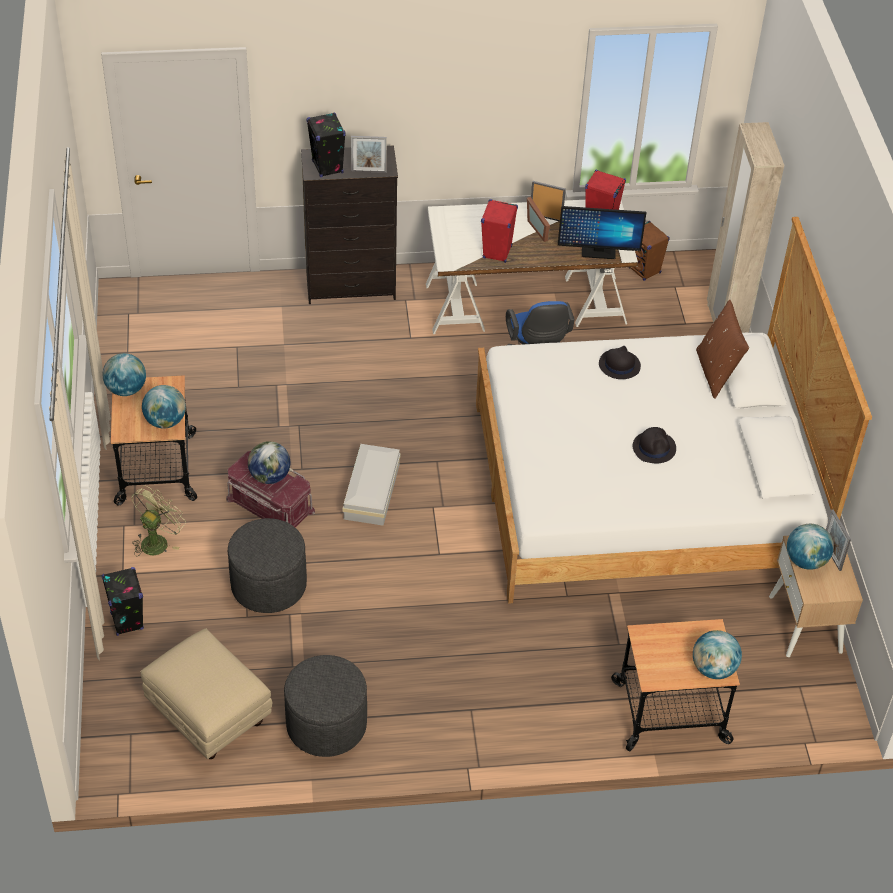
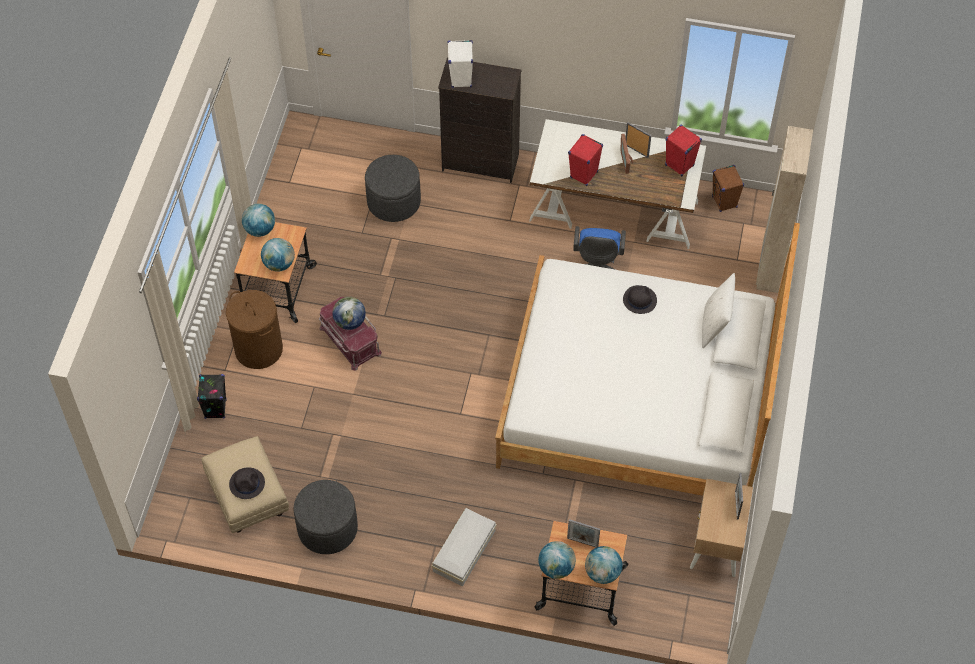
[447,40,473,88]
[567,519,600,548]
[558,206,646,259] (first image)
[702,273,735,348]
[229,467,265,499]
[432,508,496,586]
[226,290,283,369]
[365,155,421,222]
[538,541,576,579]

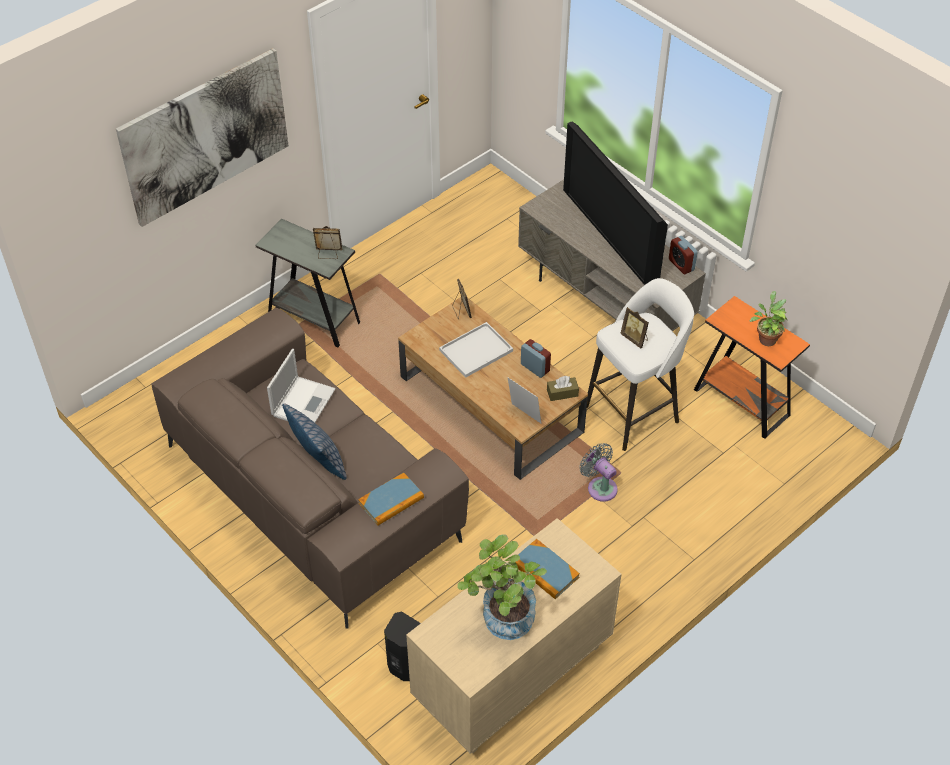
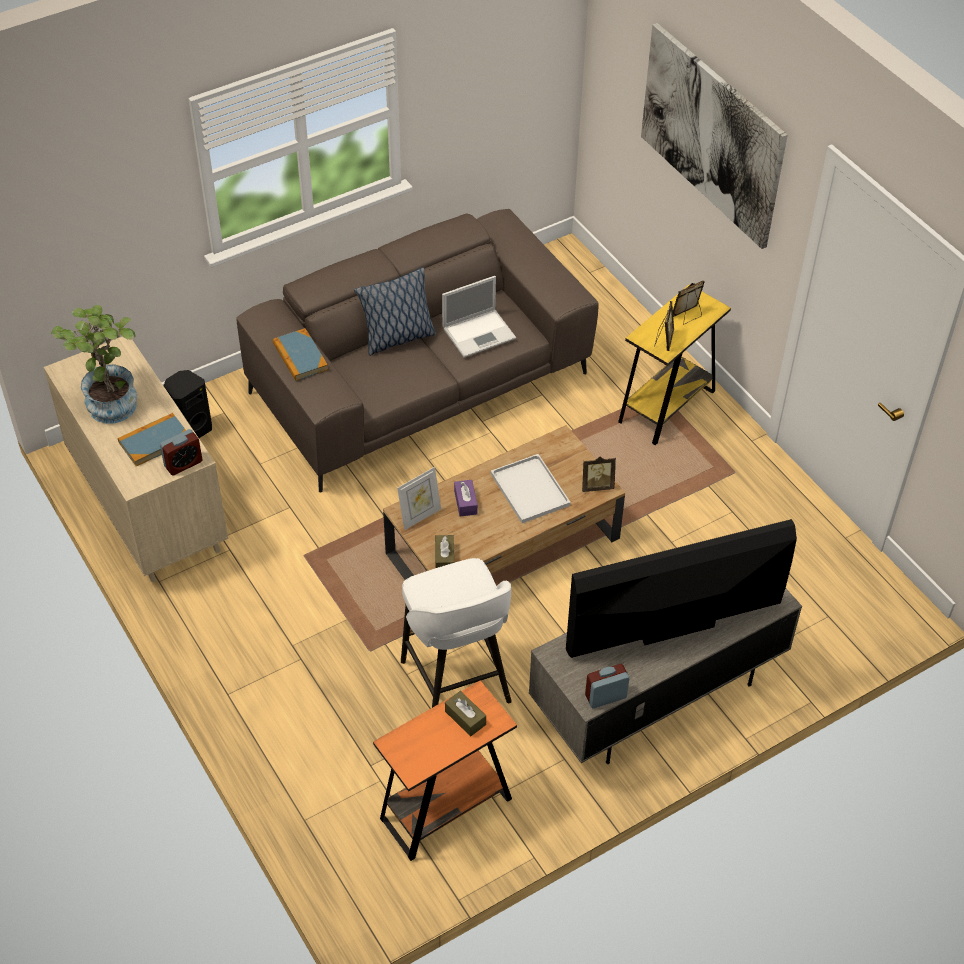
[618,284,731,445]
[750,291,788,346] (first image)
[673,280,704,324]
[160,429,203,476]
[442,276,516,358]
[579,443,618,502] (first image)
[454,480,478,517]
[445,691,486,736]

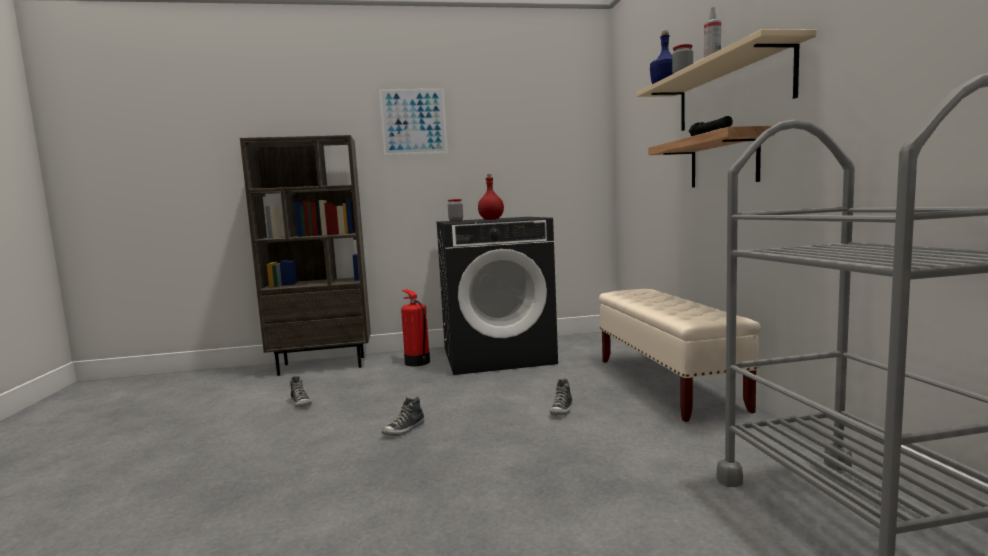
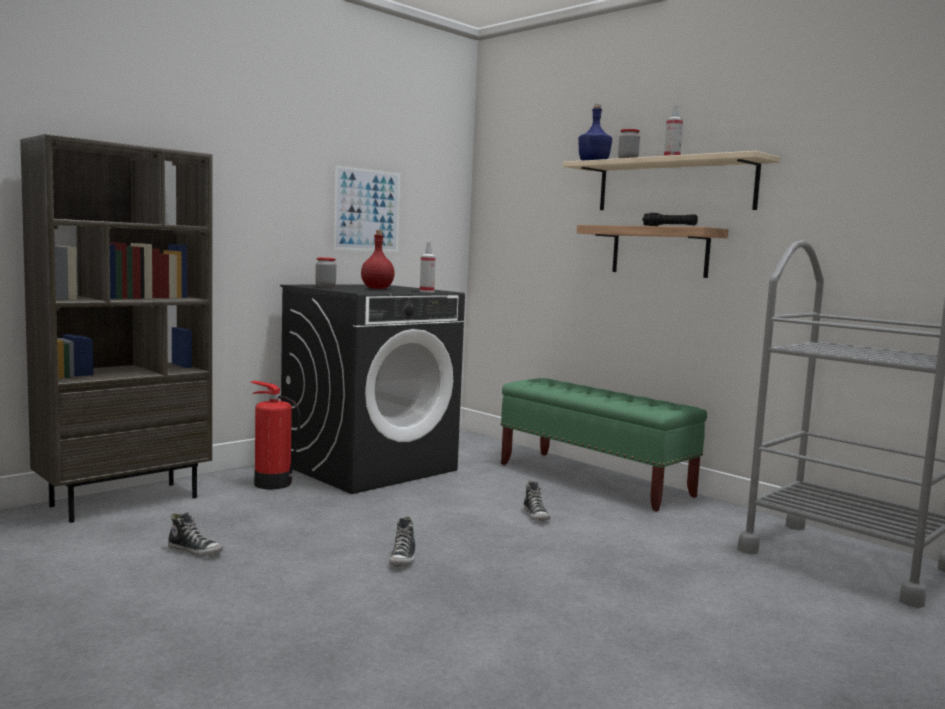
[333,165,400,252]
[501,378,707,512]
[420,242,436,292]

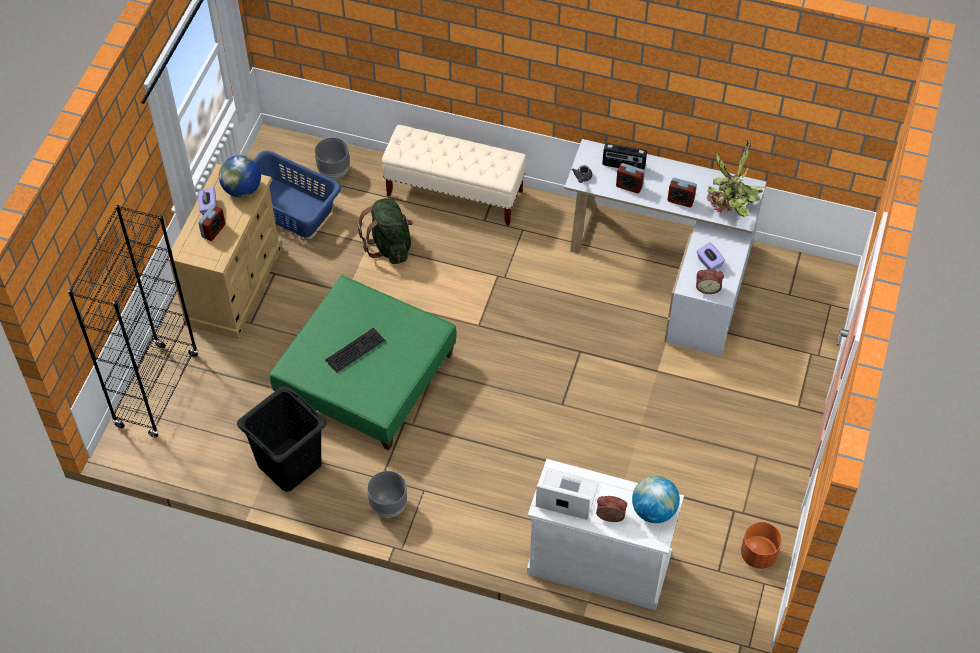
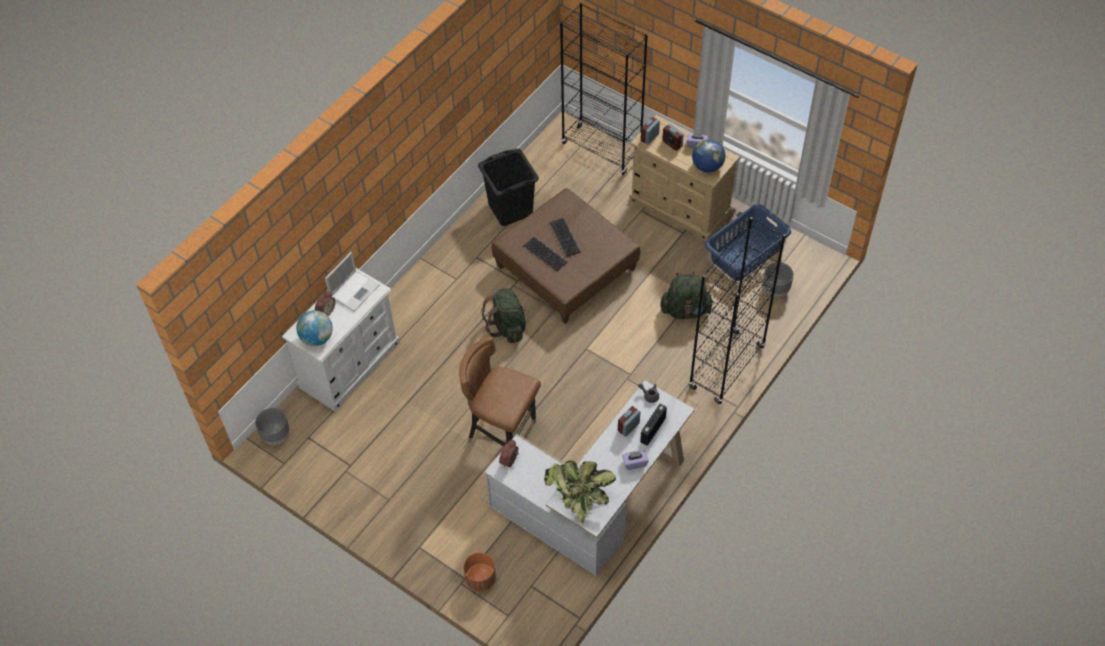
[689,217,786,404]
[641,117,660,145]
[622,450,649,470]
[492,188,640,324]
[255,408,289,445]
[463,553,496,591]
[523,237,568,271]
[481,288,528,343]
[459,337,541,447]

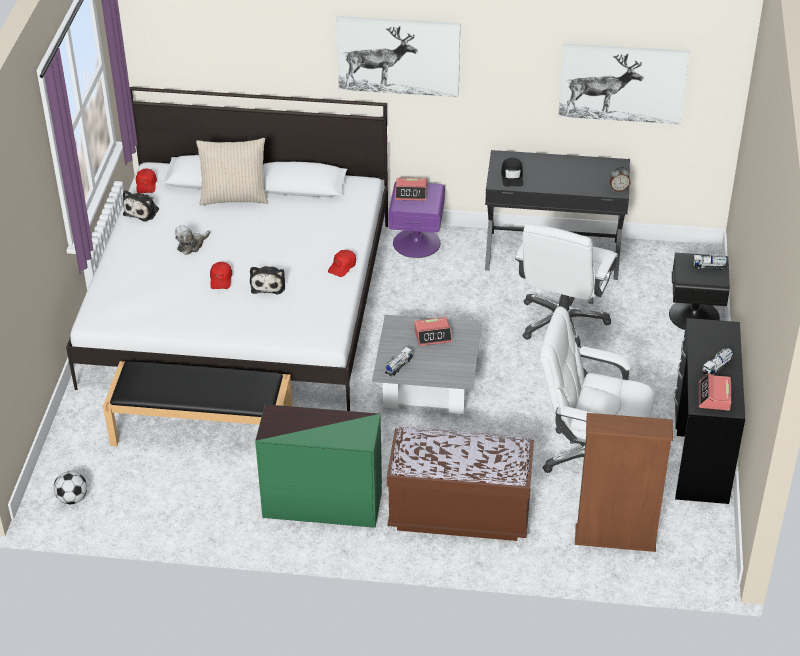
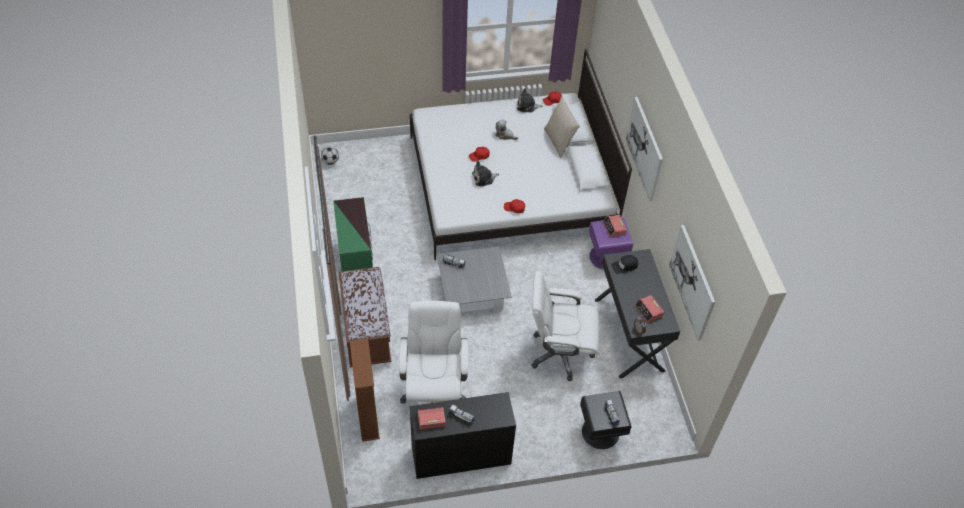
[634,295,664,323]
[103,361,293,446] (first image)

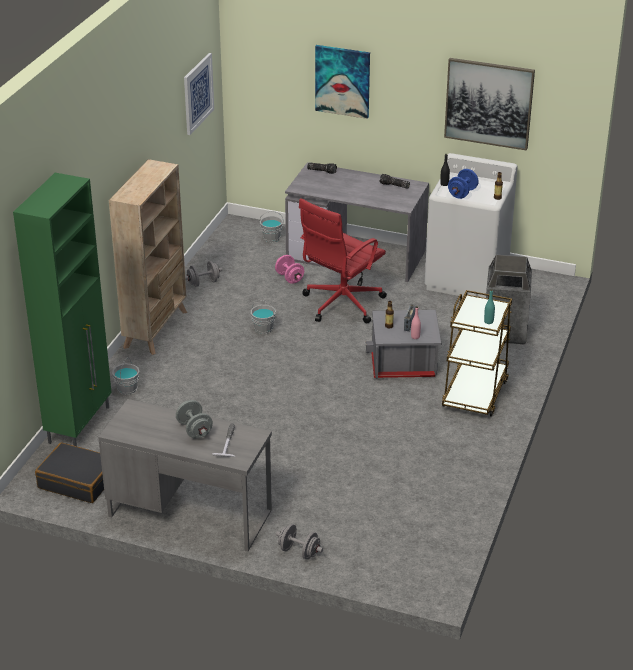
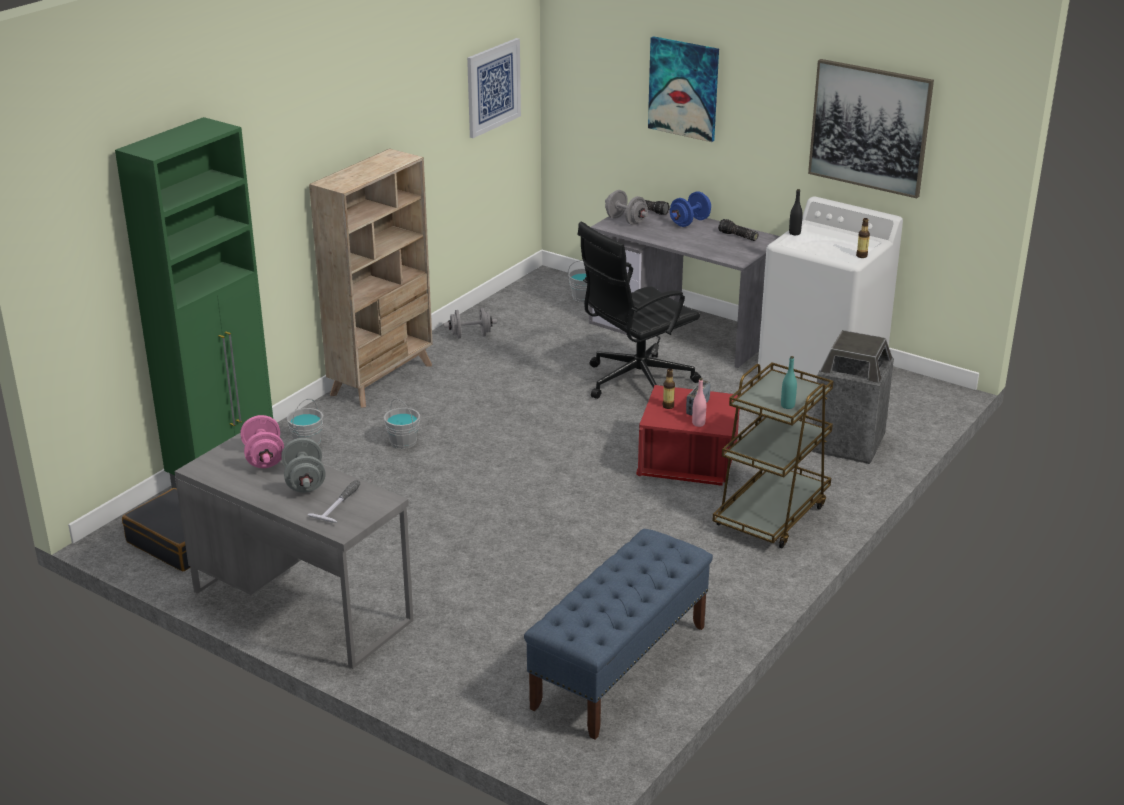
[670,191,711,227]
[578,222,701,399]
[240,415,284,468]
[384,399,420,449]
[636,385,740,486]
[605,190,648,225]
[524,529,713,740]

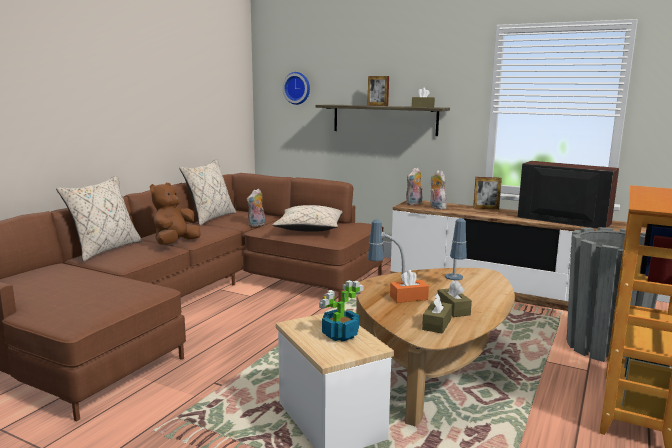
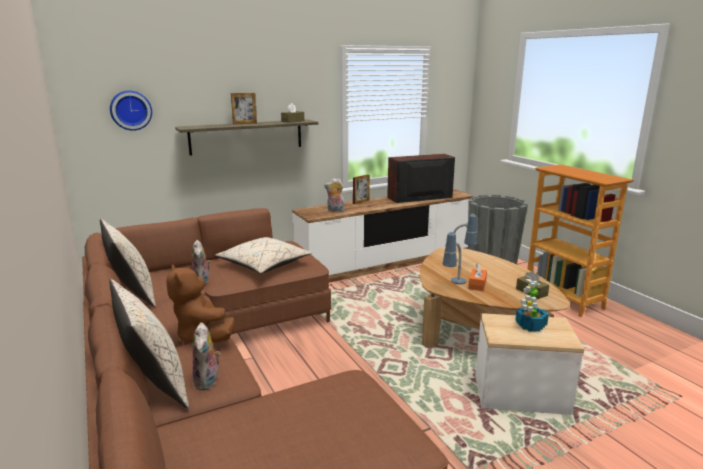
[192,322,221,390]
[438,280,472,317] (first image)

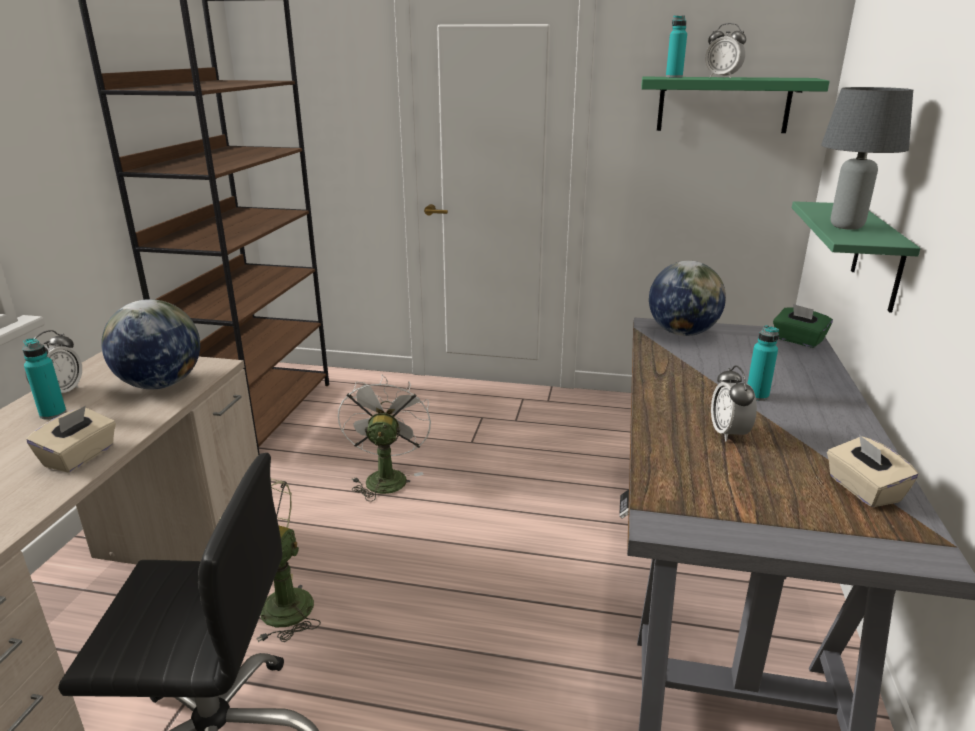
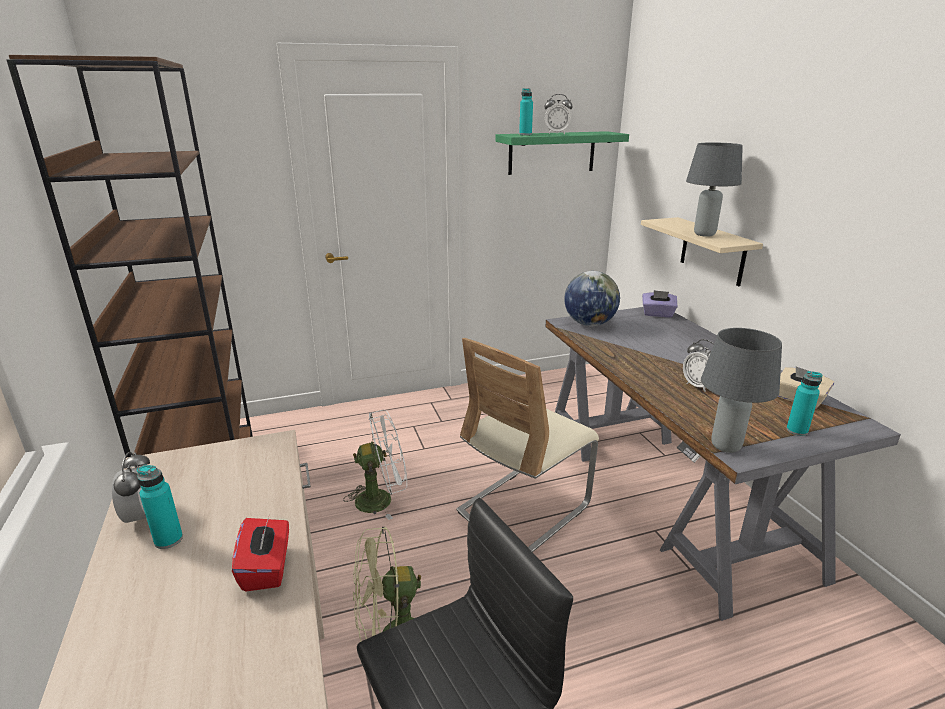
[641,217,763,286]
[101,299,200,389] (first image)
[642,290,678,318]
[786,371,823,436]
[343,410,407,520]
[232,517,289,592]
[701,328,782,453]
[457,338,599,552]

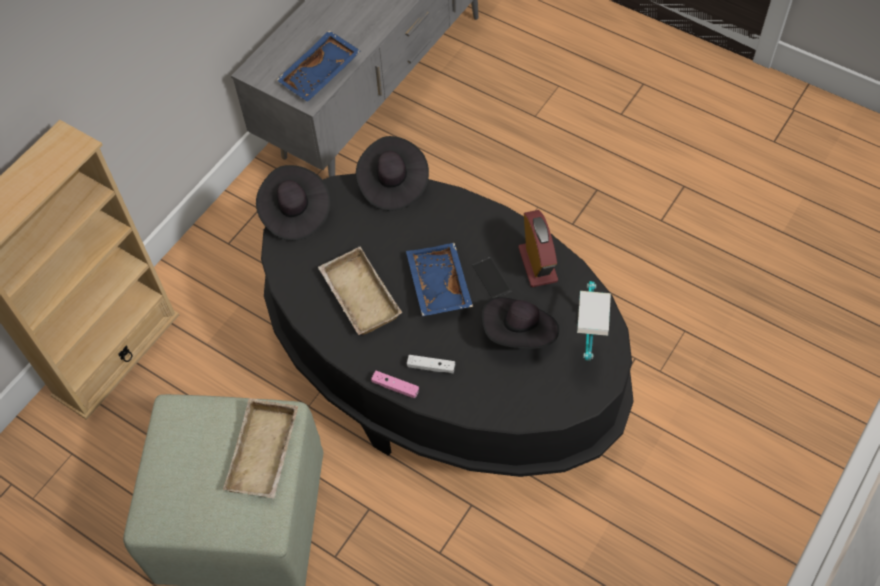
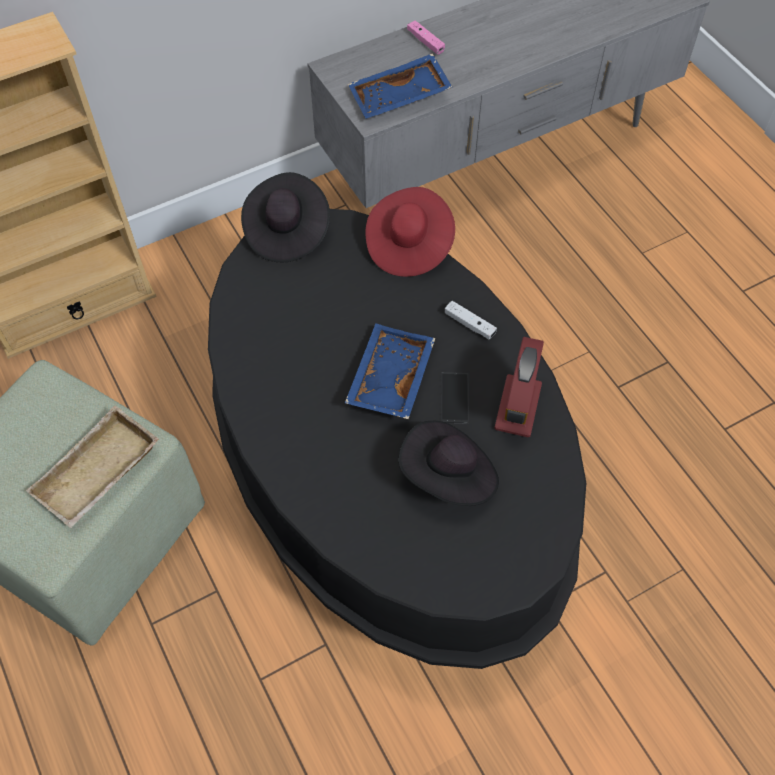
[366,187,455,277]
[318,247,402,335] (first image)
[577,281,611,361] (first image)
[445,301,497,340]
[407,20,445,55]

